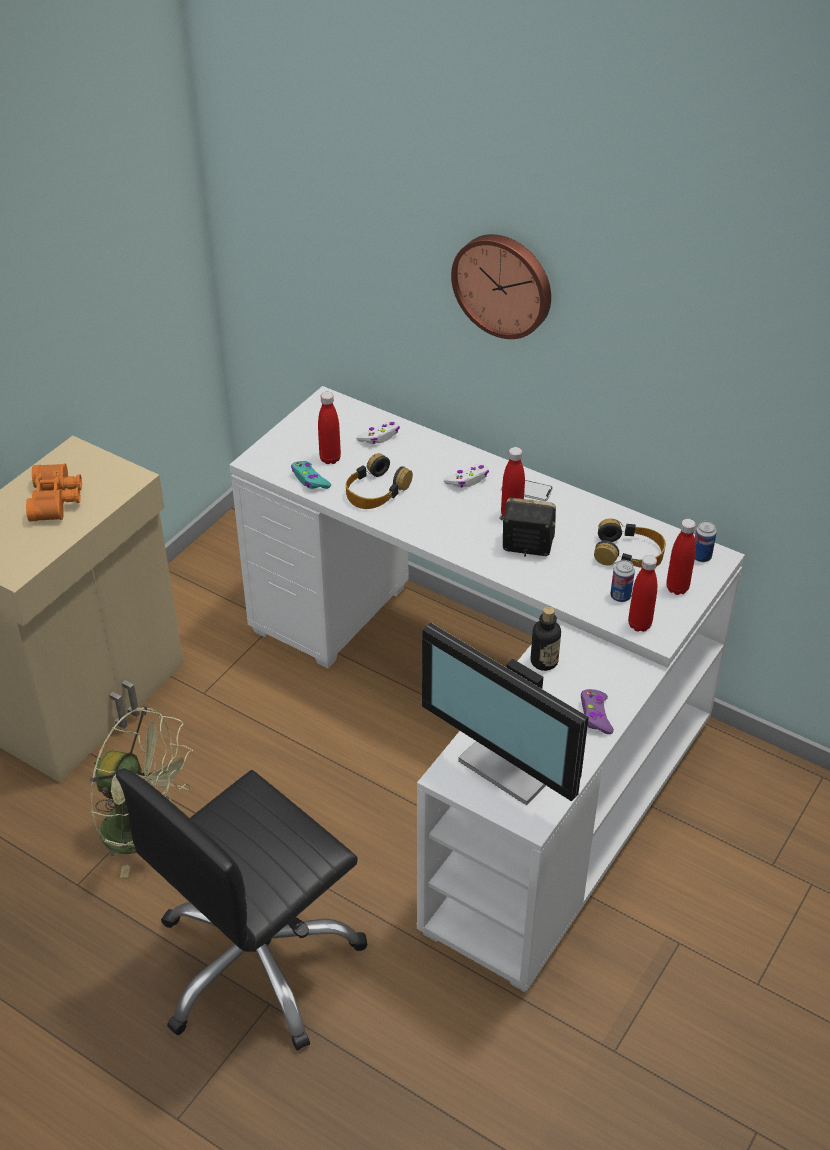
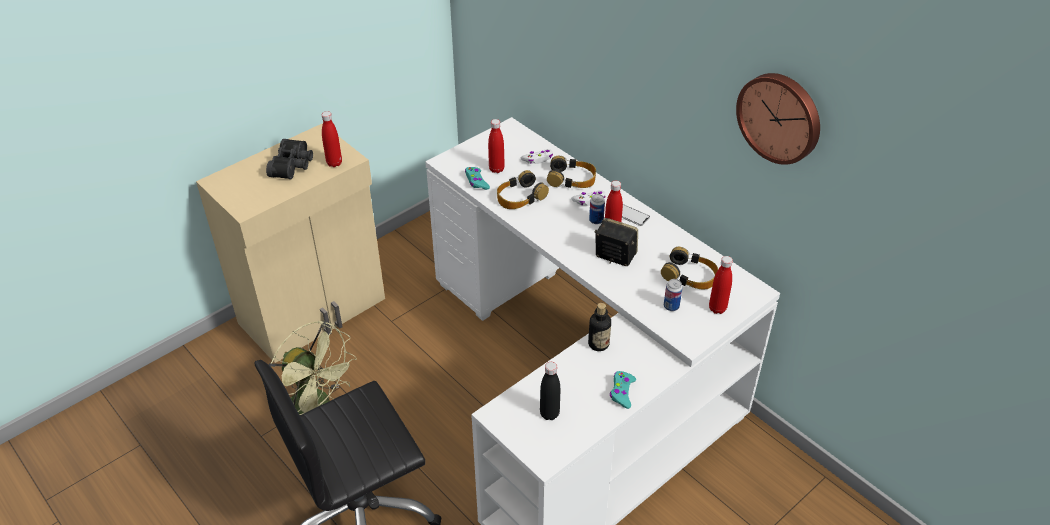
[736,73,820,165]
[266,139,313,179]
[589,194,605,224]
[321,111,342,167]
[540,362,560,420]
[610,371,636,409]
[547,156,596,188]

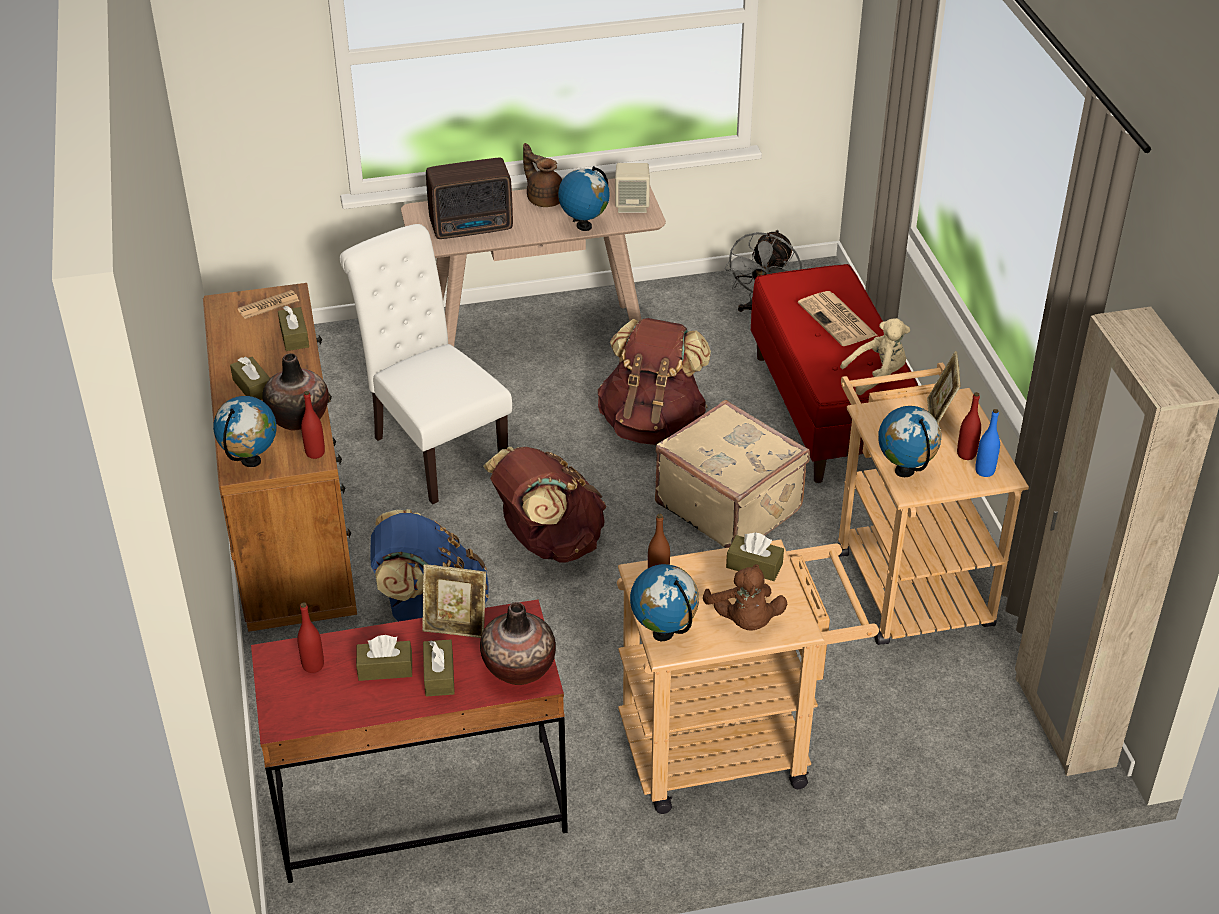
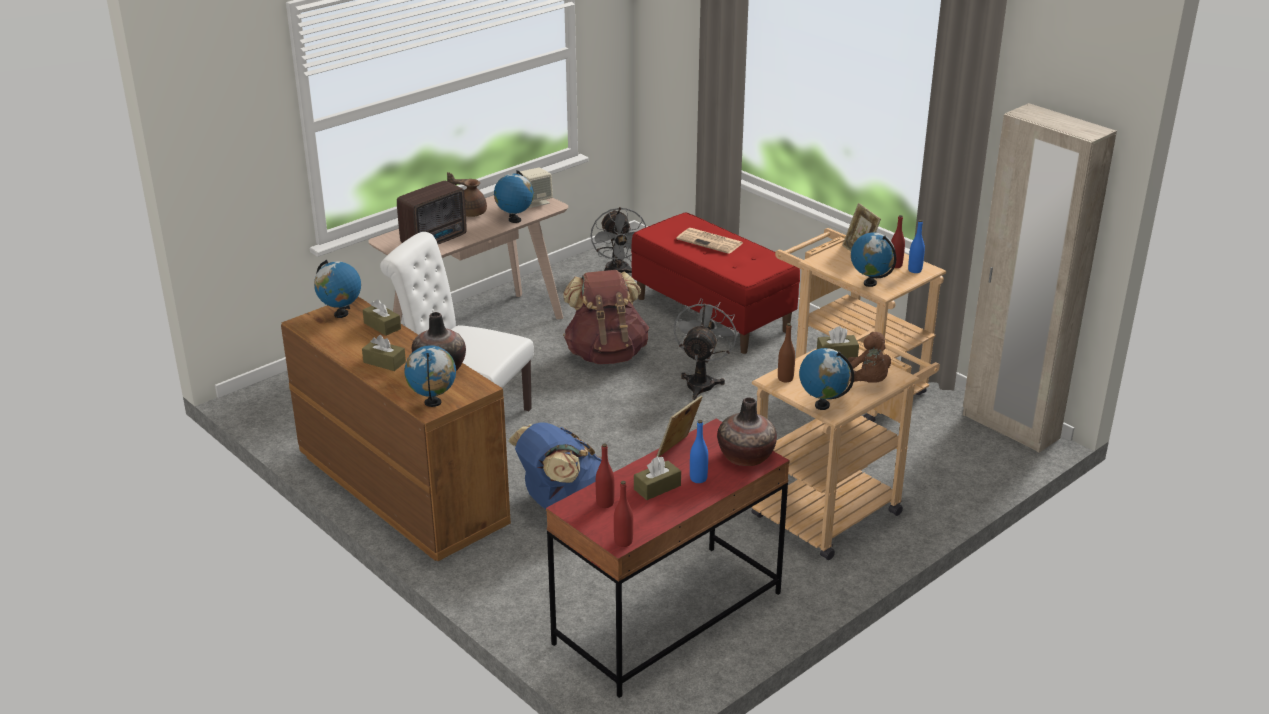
[314,260,361,318]
[840,318,910,395] (first image)
[614,481,633,547]
[673,298,739,400]
[483,447,607,563] (first image)
[657,395,703,457]
[690,420,708,483]

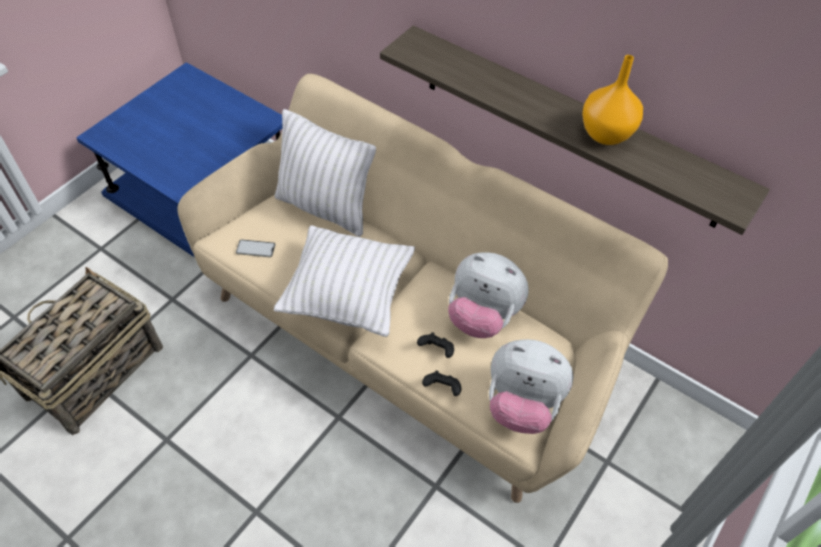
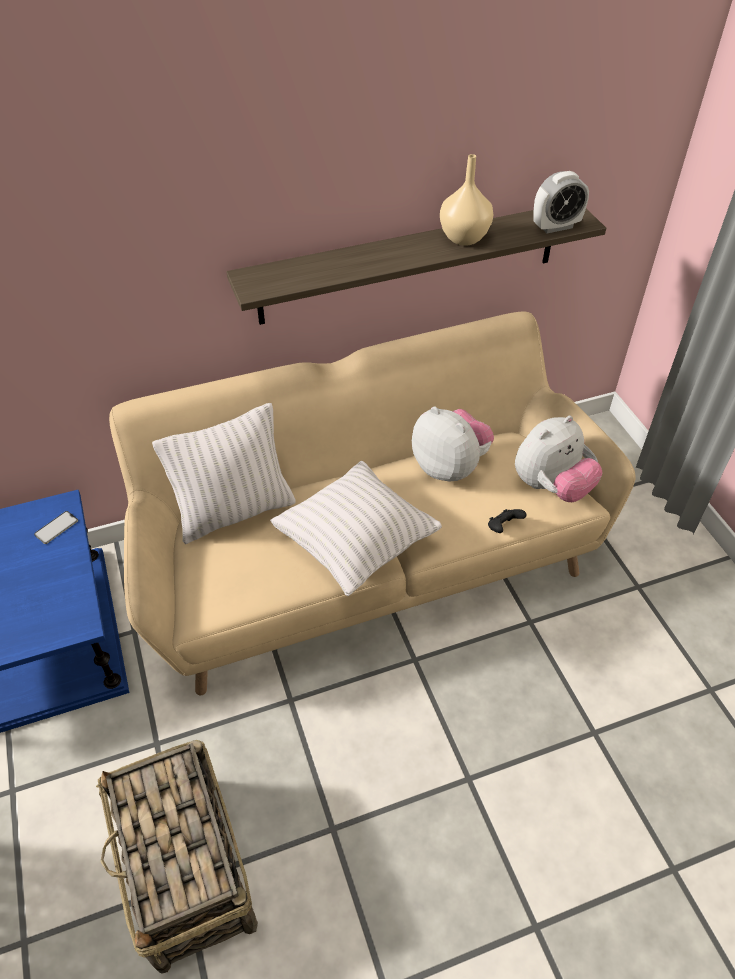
[440,154,493,246]
[34,511,78,544]
[412,407,494,481]
[417,332,454,358] (first image)
[533,171,589,233]

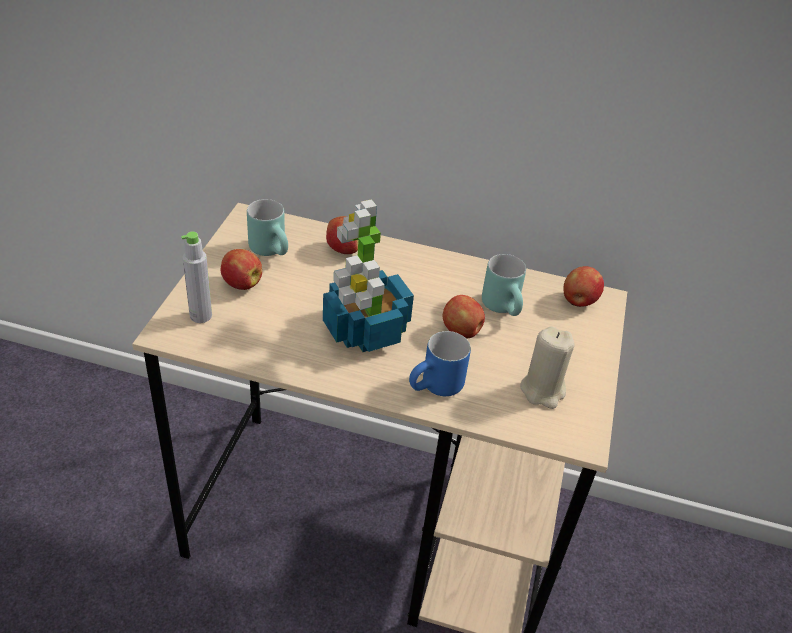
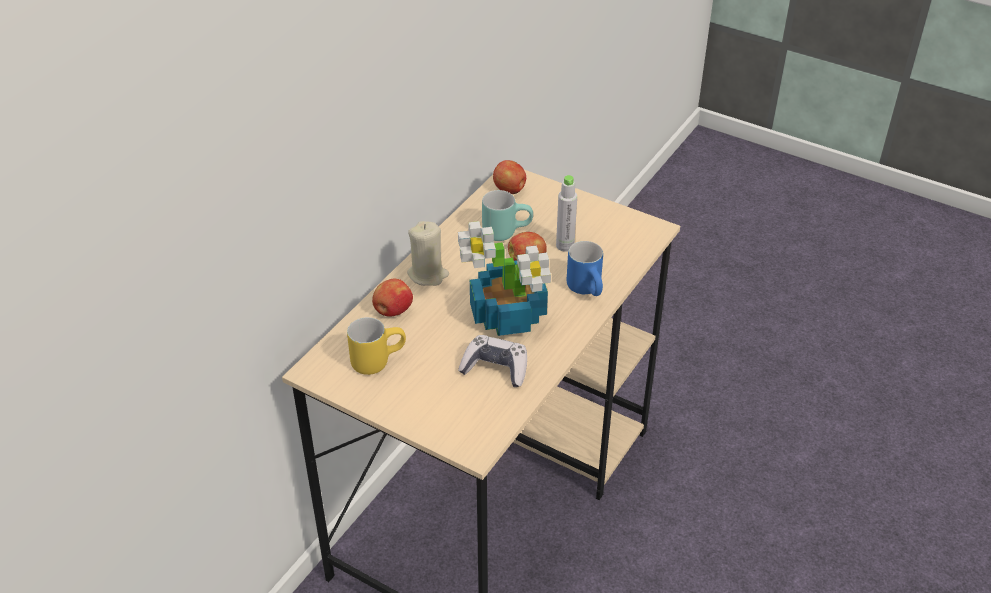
[347,317,406,375]
[556,175,577,252]
[221,249,262,290] (first image)
[407,221,449,286]
[458,335,527,387]

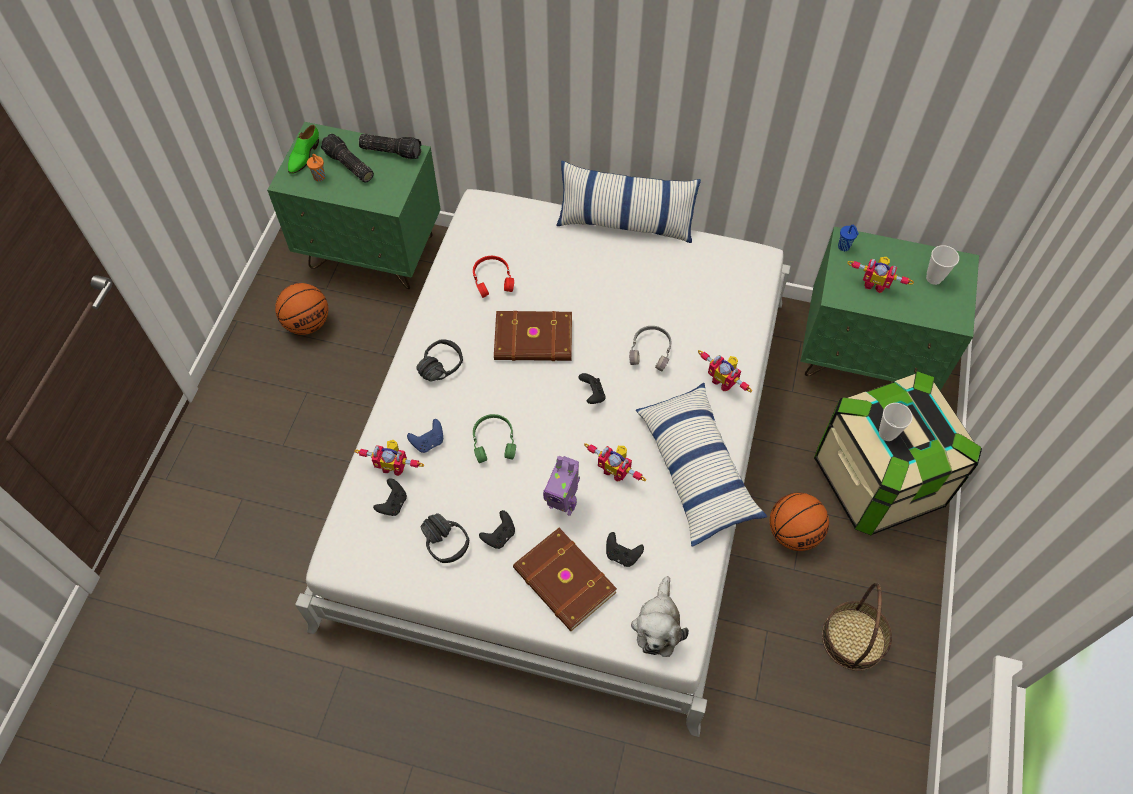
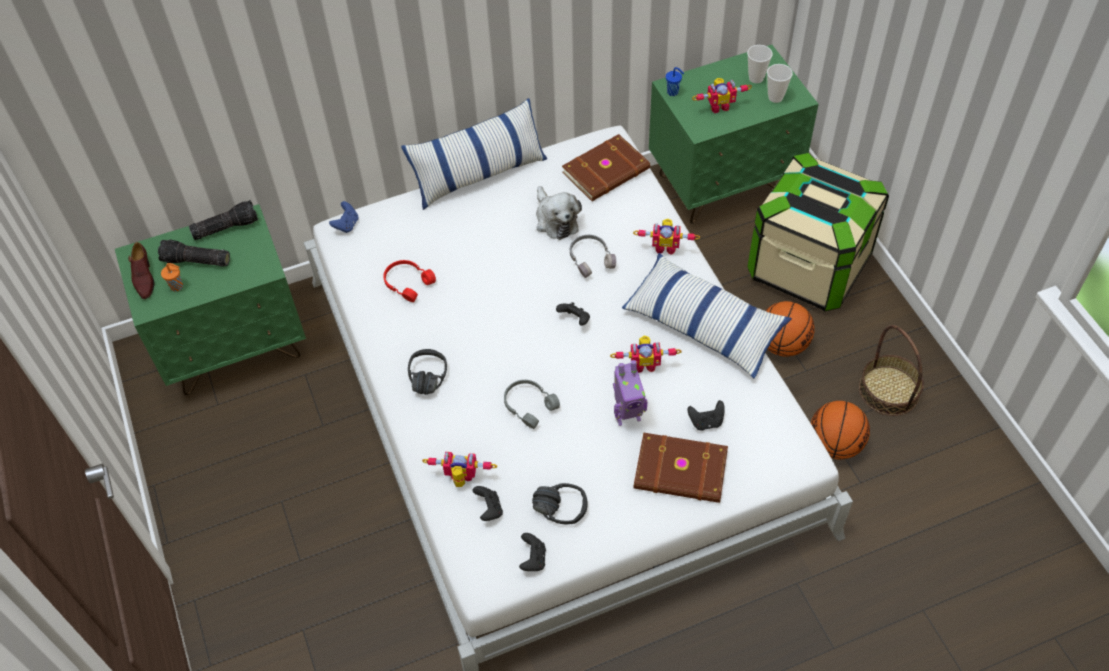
[128,242,154,299]
[811,401,870,459]
[562,134,650,201]
[767,64,793,103]
[504,380,560,429]
[329,201,359,233]
[422,452,497,487]
[519,533,546,571]
[536,186,582,240]

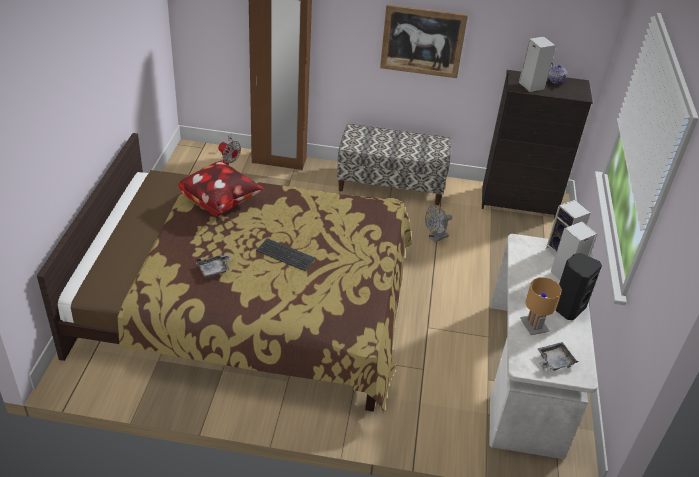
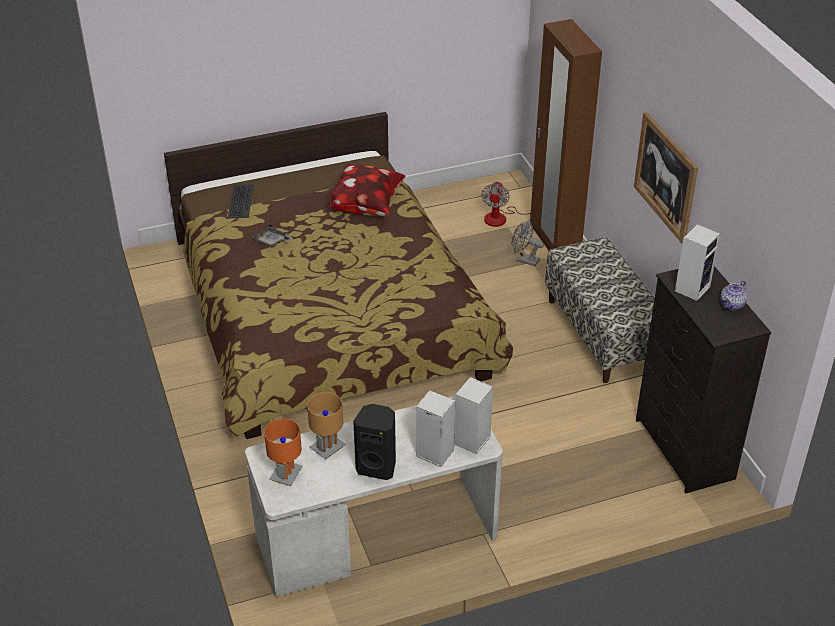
[511,220,544,266]
[228,184,254,218]
[264,418,303,486]

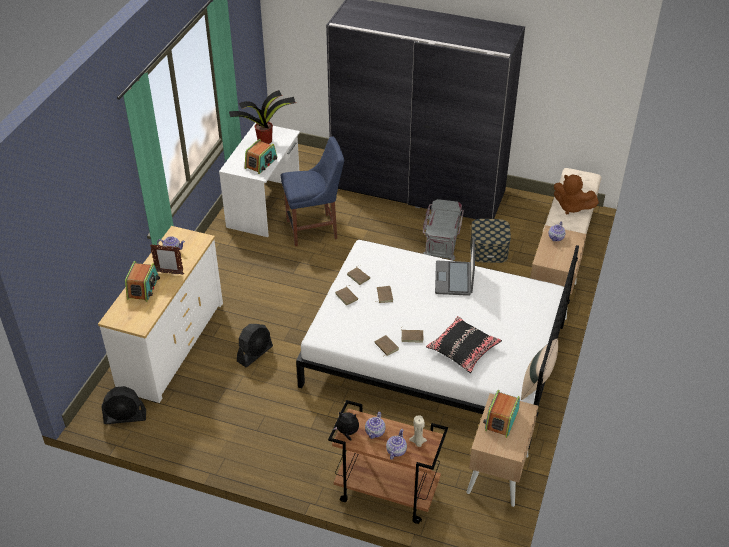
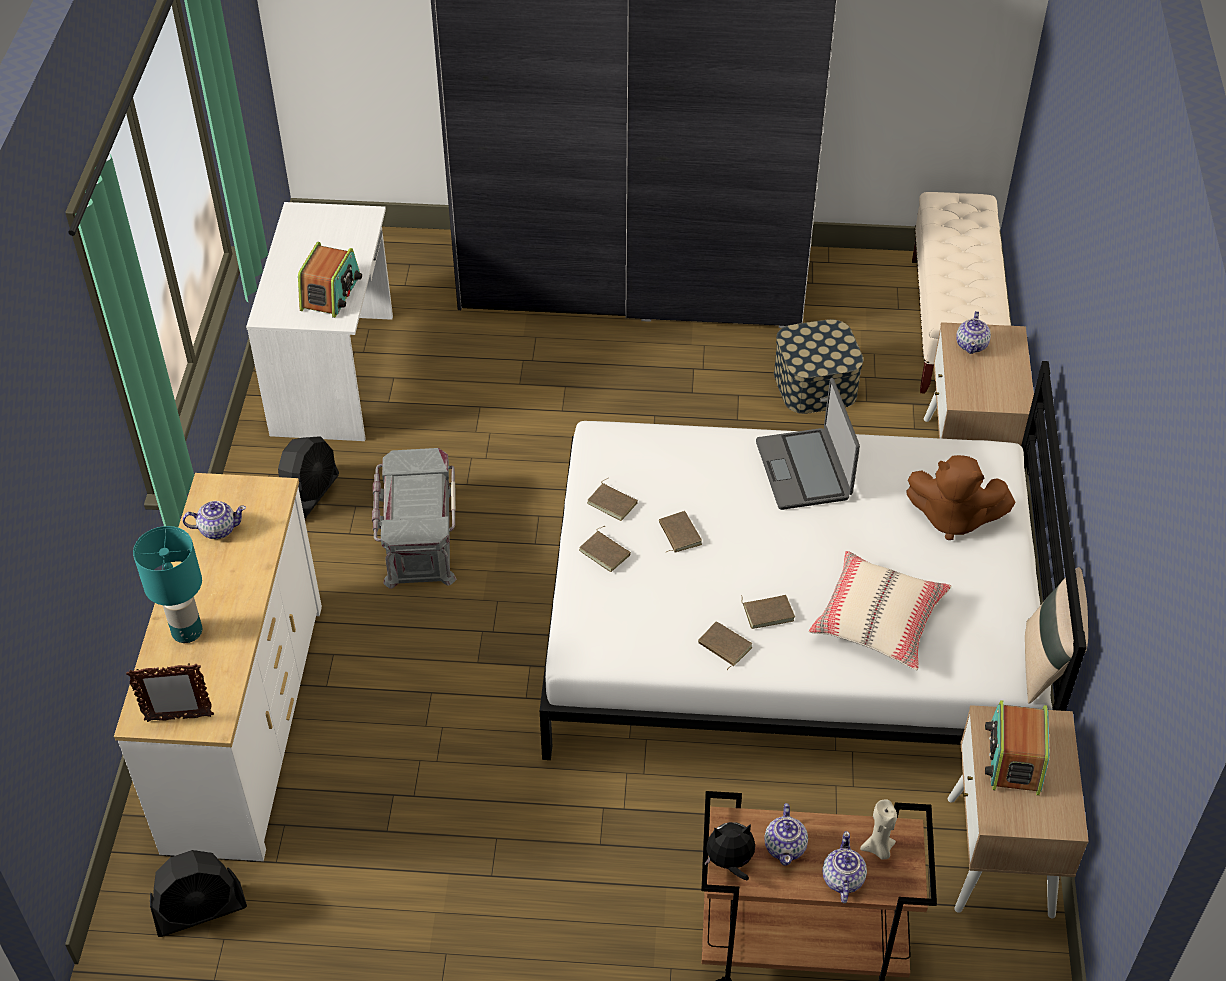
[229,90,296,144] (first image)
[281,137,344,247] (first image)
[906,455,1015,540]
[372,448,456,589]
[126,664,214,722]
[133,526,202,643]
[809,551,951,670]
[278,436,339,518]

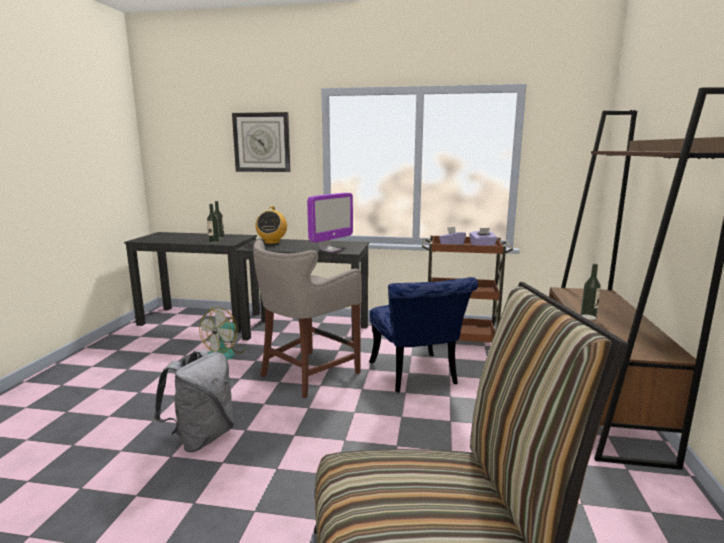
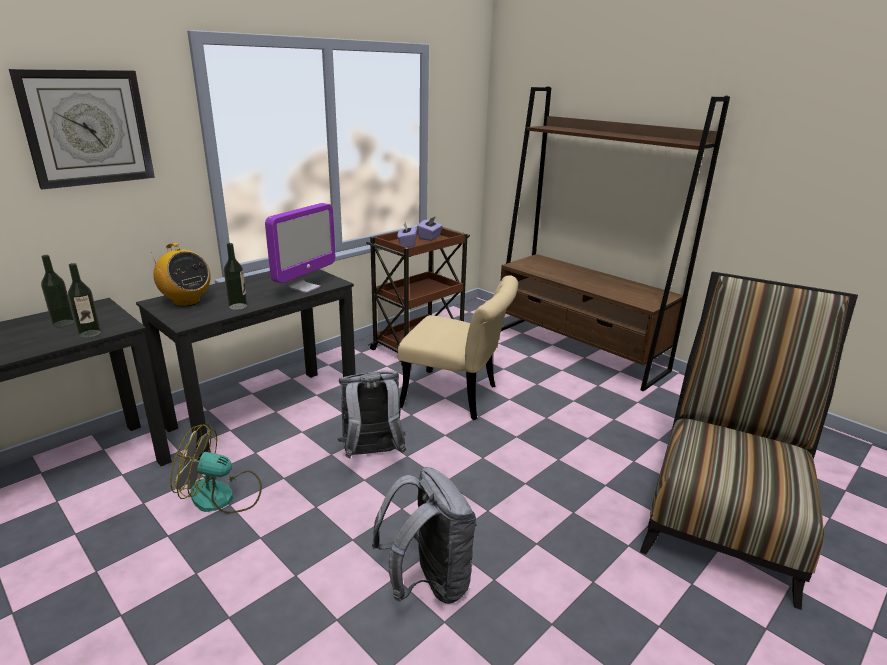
[265,203,336,293]
[338,370,406,458]
[224,243,247,310]
[398,275,518,420]
[170,424,262,514]

